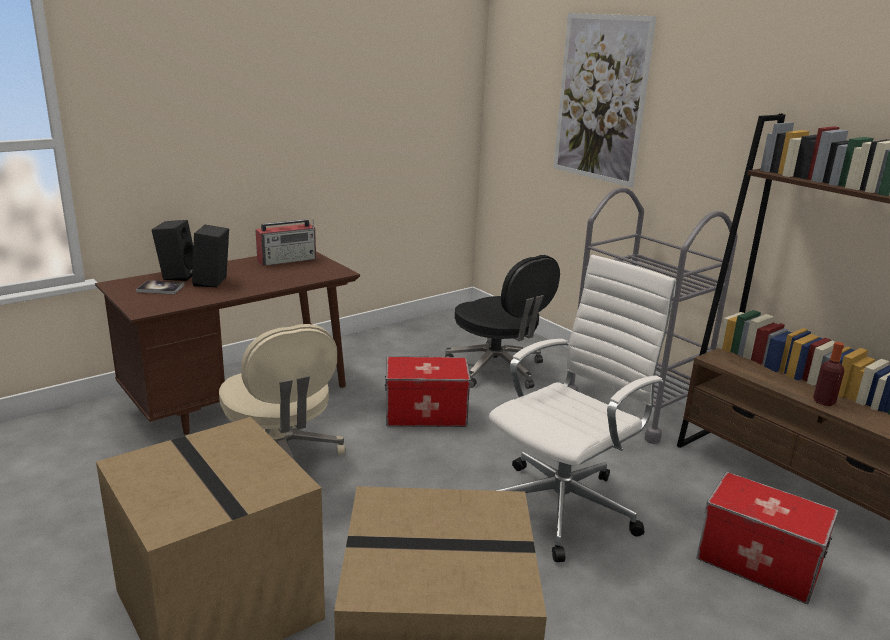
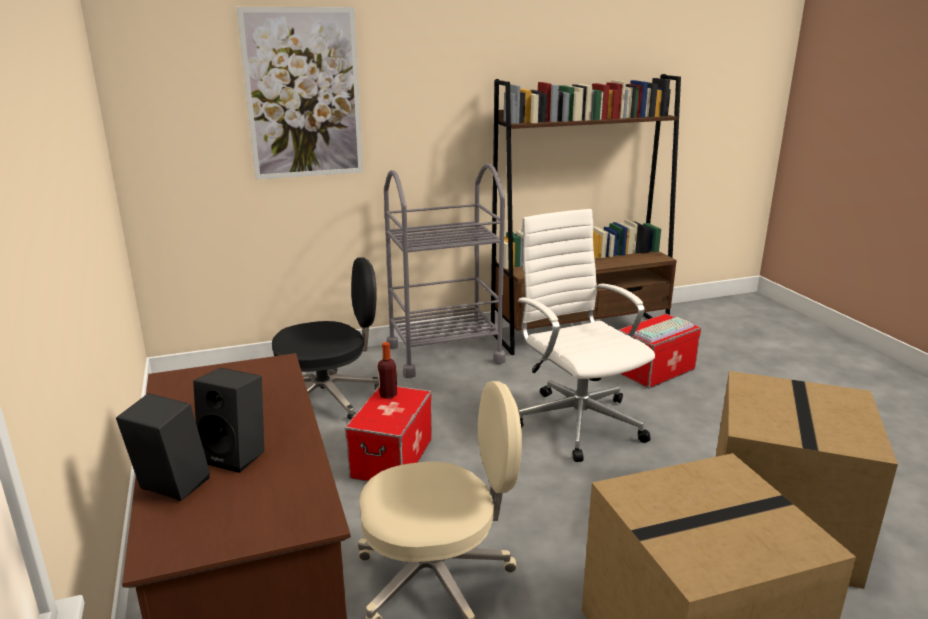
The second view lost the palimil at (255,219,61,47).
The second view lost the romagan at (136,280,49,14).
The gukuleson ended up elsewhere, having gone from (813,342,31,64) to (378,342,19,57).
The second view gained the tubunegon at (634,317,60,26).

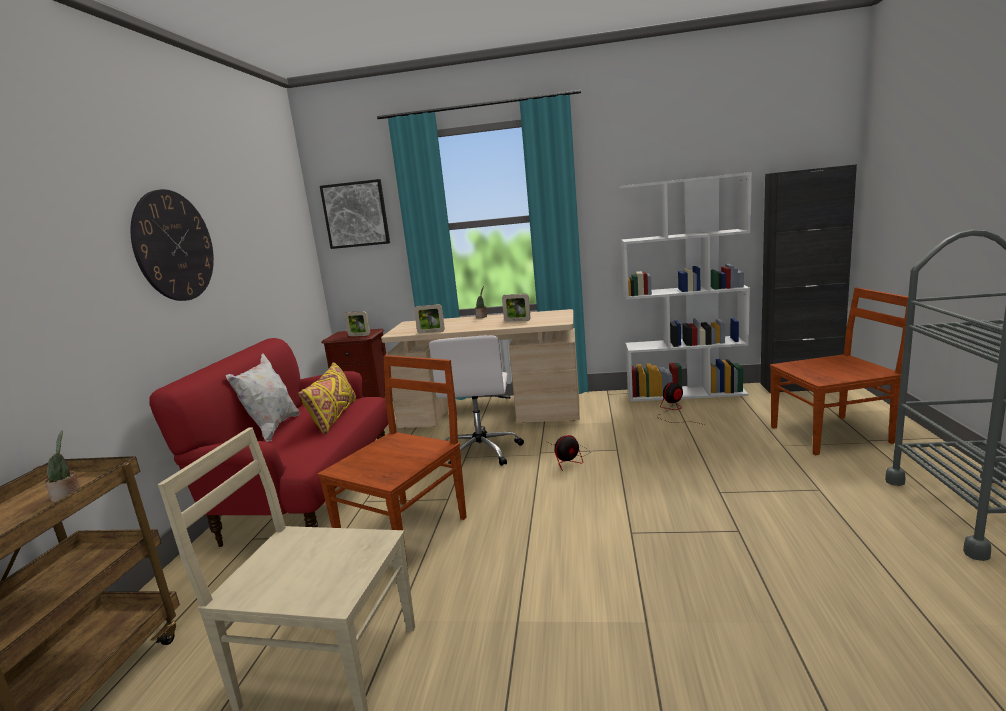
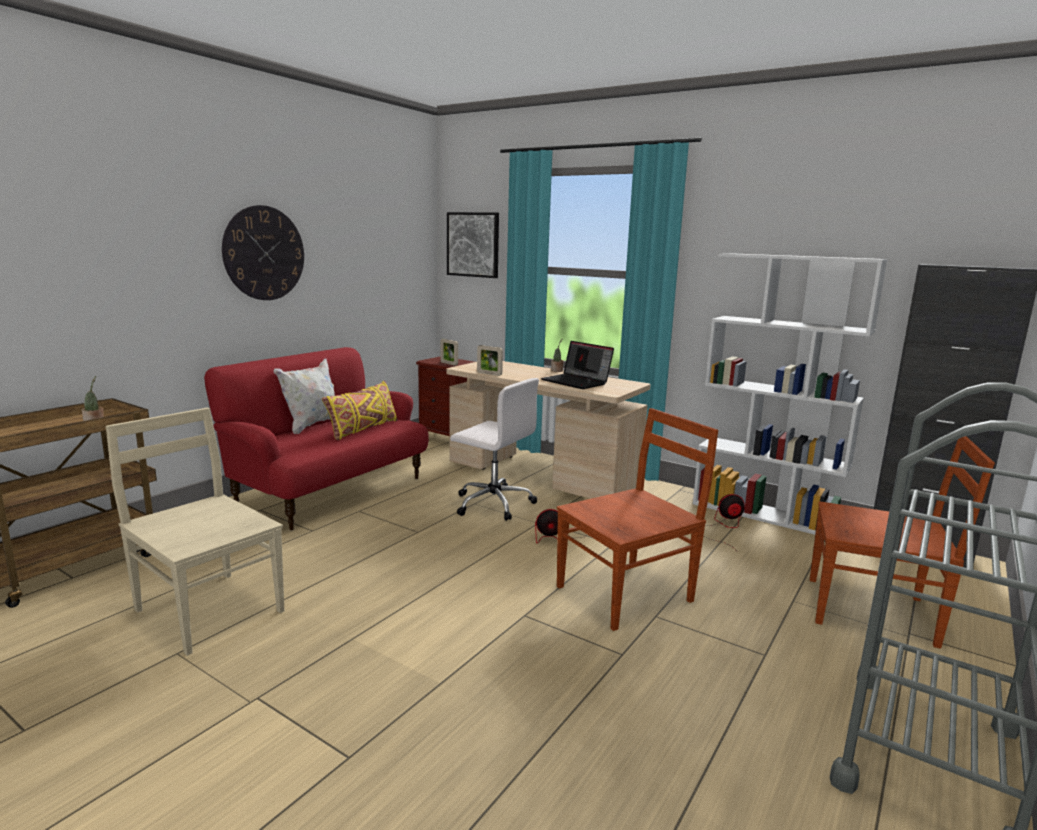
Where the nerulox stood at (502,294,29,28), the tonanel came to stand at (541,341,73,48).
The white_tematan at (429,335,95,131) ended up facing another way, 90 degrees counterclockwise from before.
The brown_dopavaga ended up elsewhere, having gone from (318,355,149,212) to (557,408,161,223).

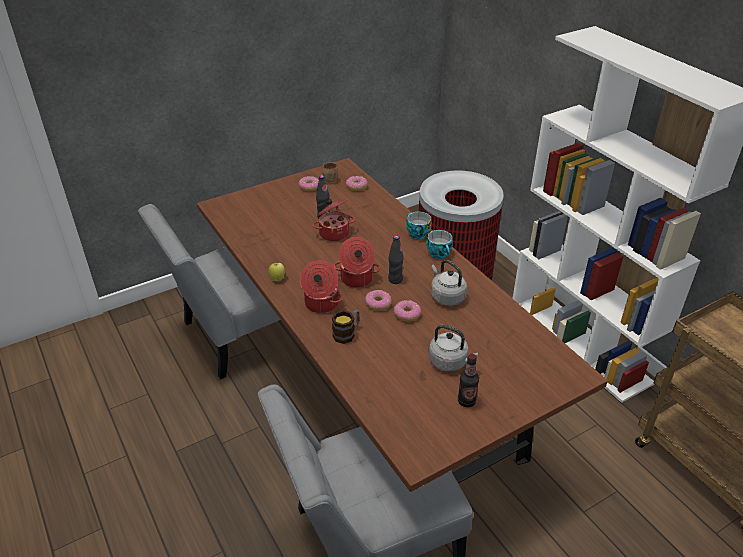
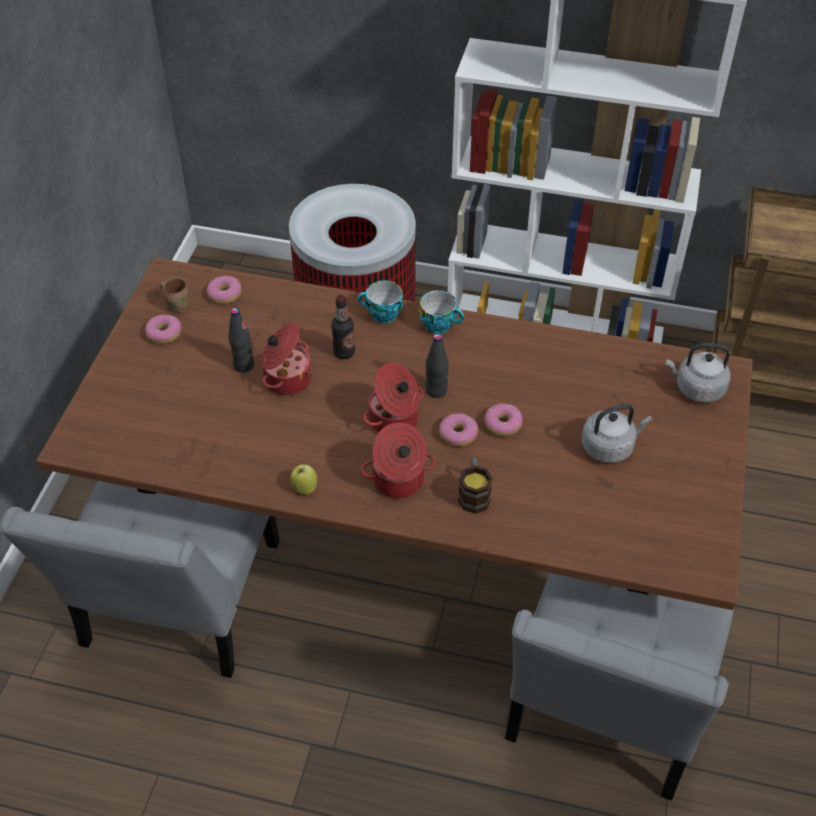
The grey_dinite ended up elsewhere, having gone from (431,260,36,46) to (665,343,66,60).
The gukuleson ended up elsewhere, having gone from (458,354,21,53) to (331,295,24,64).

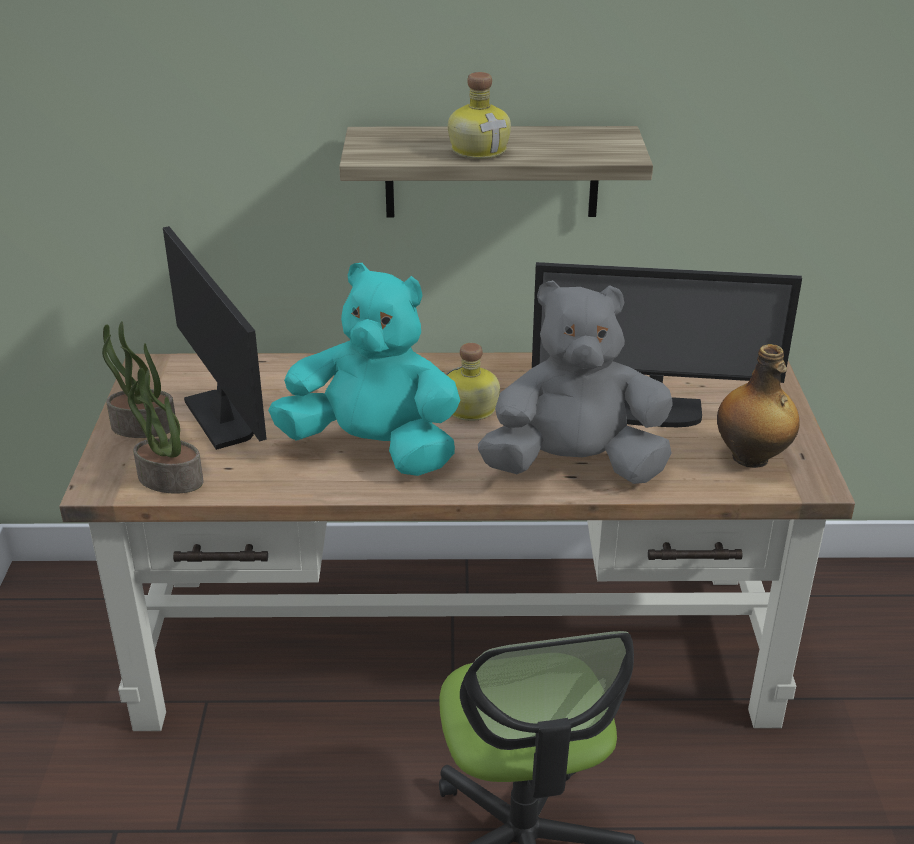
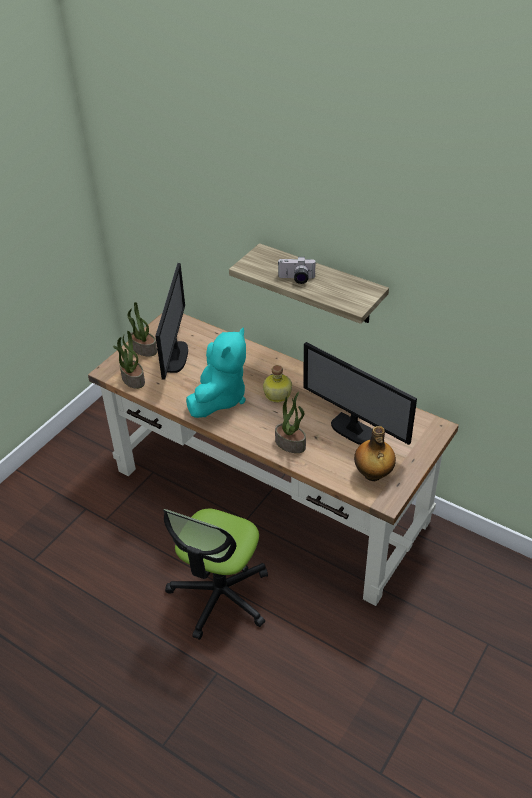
Where the gukuleson stood at (448,72,63,87), the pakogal came to stand at (277,257,39,27).
The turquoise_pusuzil at (268,263,192,213) ended up facing another way, 60 degrees clockwise from before.
Where the grey_pusuzil stood at (478,280,195,204), the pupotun came to stand at (275,392,31,61).

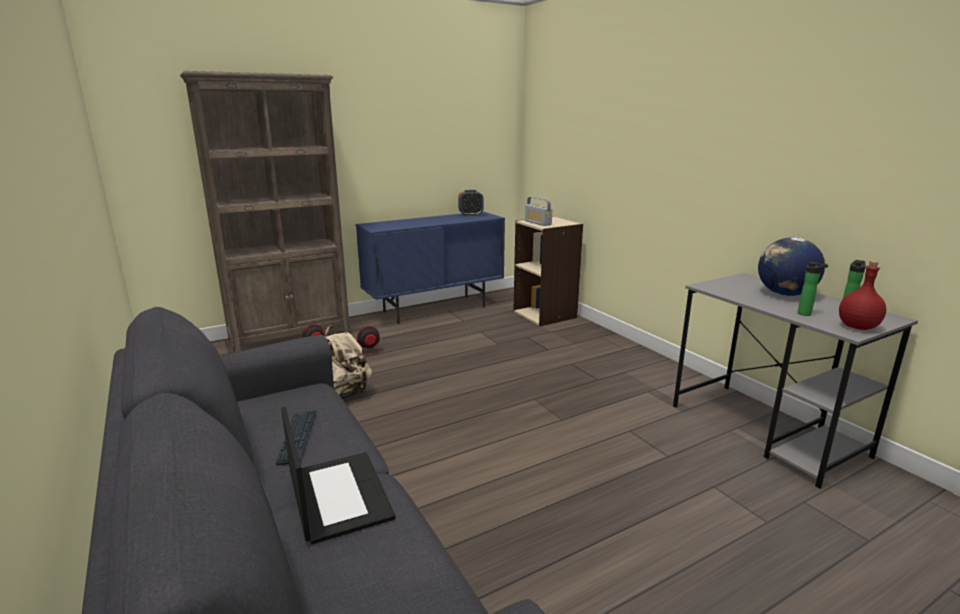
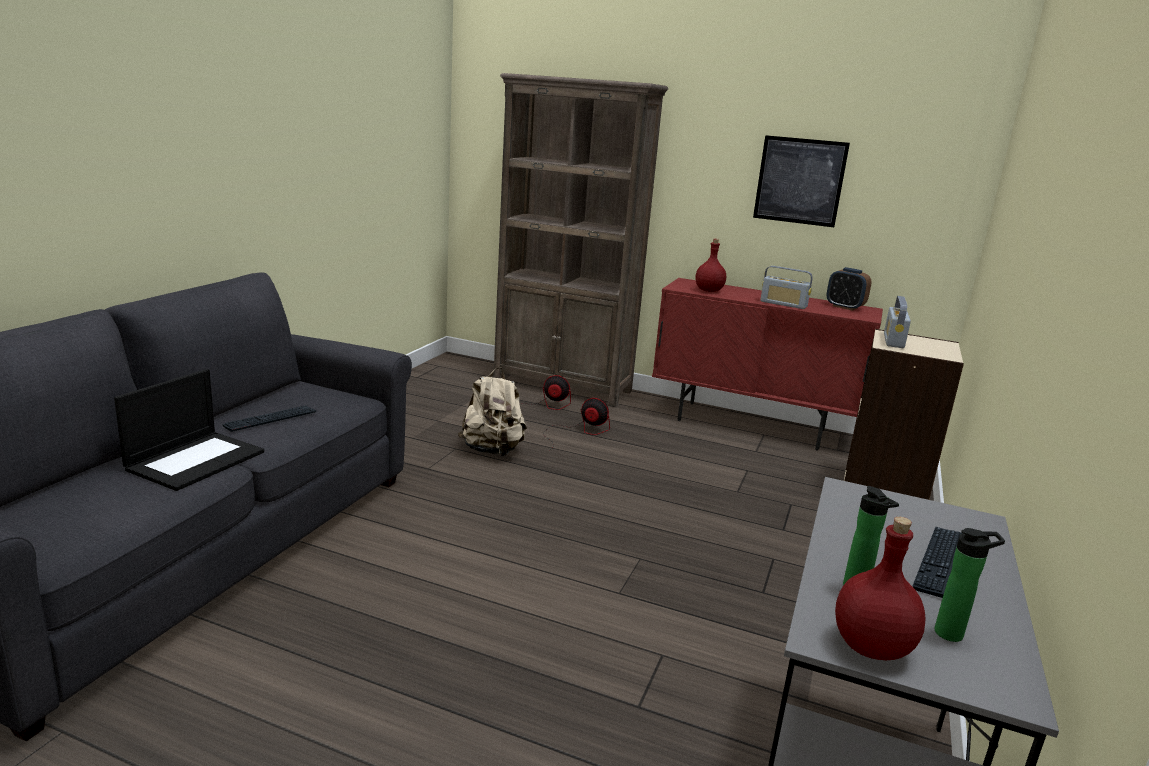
What was the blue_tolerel at (356,211,149,113) turned into the red_tolerel at (652,278,231,173).
Where the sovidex stood at (758,237,67,59), the tubunegon came to stand at (913,527,49,71).
The second view gained the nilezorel at (753,135,97,92).
The second view gained the red_gukuleson at (695,239,31,53).
The second view gained the palimil at (760,266,53,43).

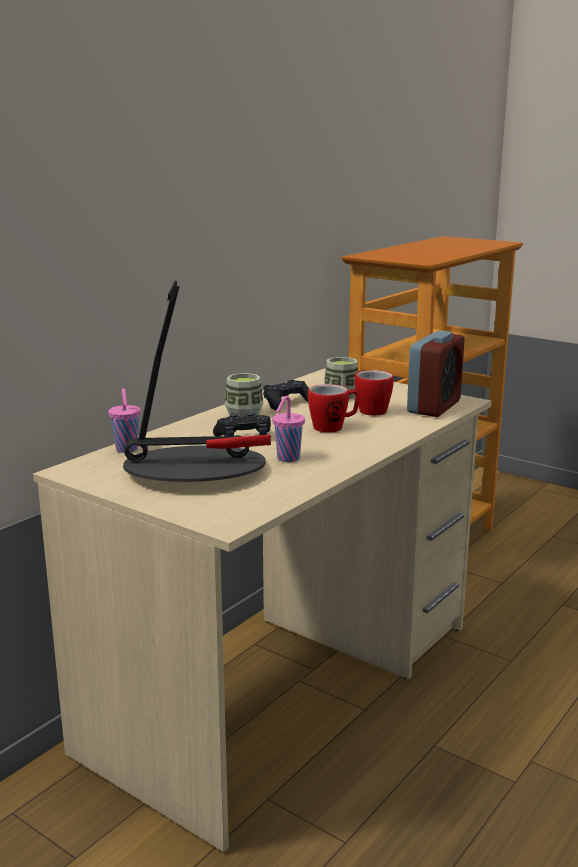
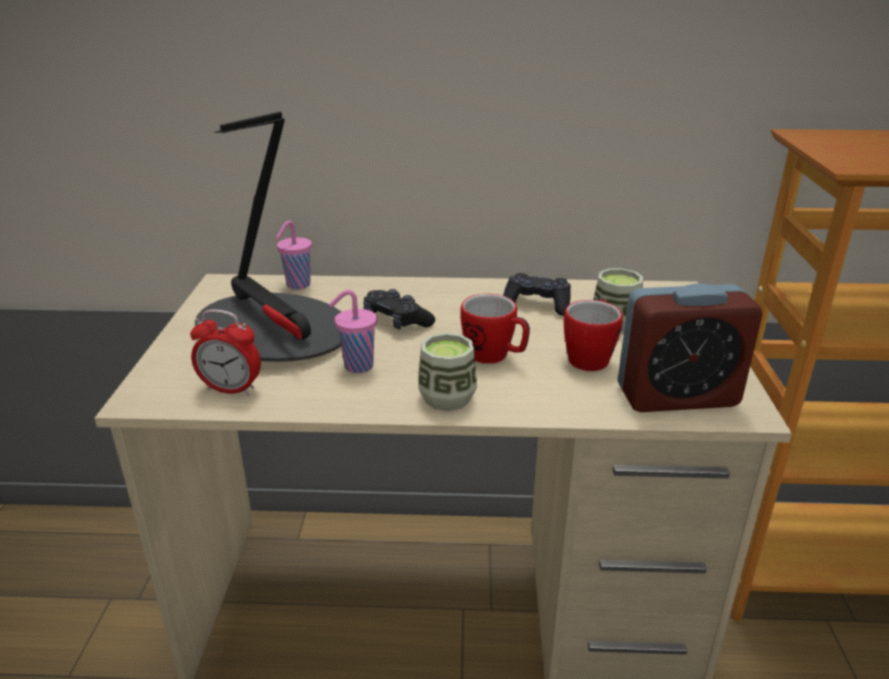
The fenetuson ended up elsewhere, having gone from (225,373,38,44) to (418,333,59,78).
The second view gained the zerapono at (190,309,71,86).

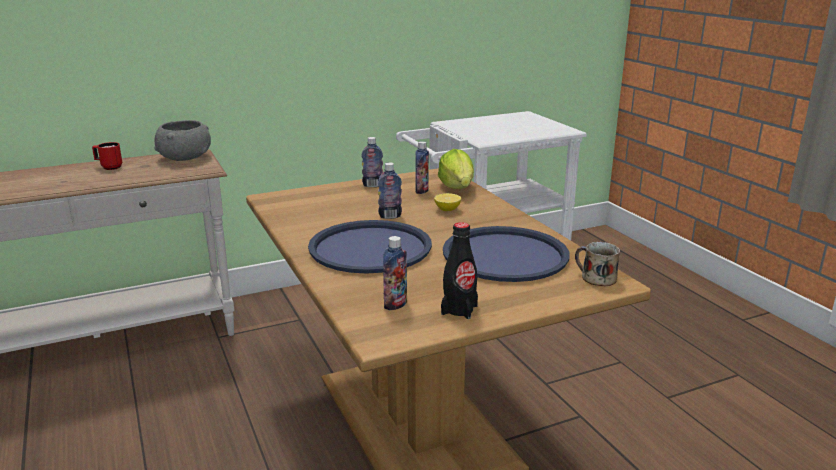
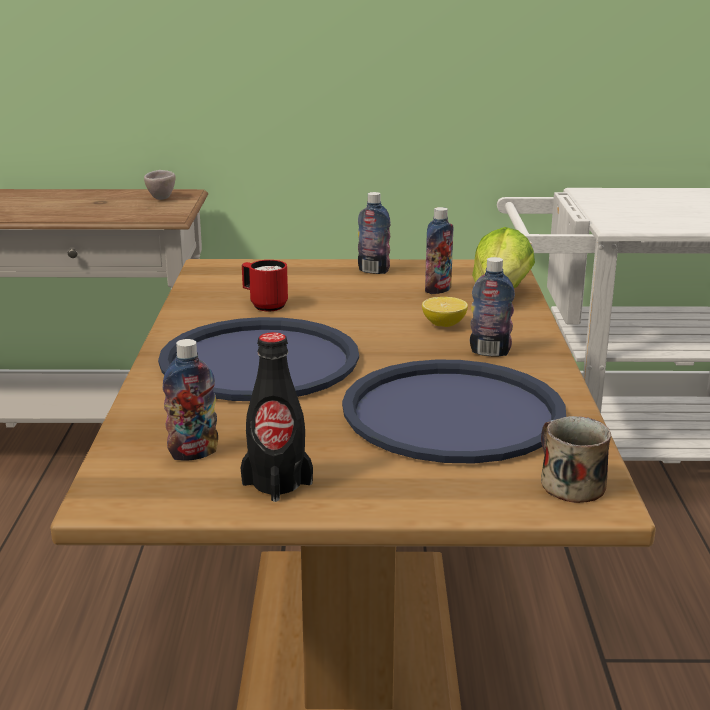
Where the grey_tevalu stood at (154,120,57,41), the beige_fenetuson came to stand at (144,170,31,30).
The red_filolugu ended up elsewhere, having gone from (92,142,30,28) to (242,260,46,51).
The gukuleson ended up elsewhere, having gone from (378,162,24,57) to (470,257,45,100).

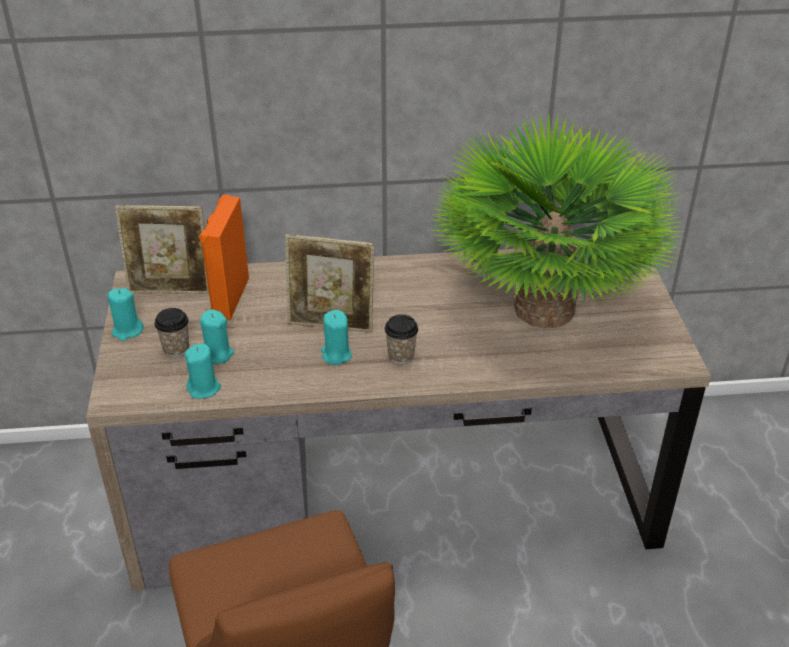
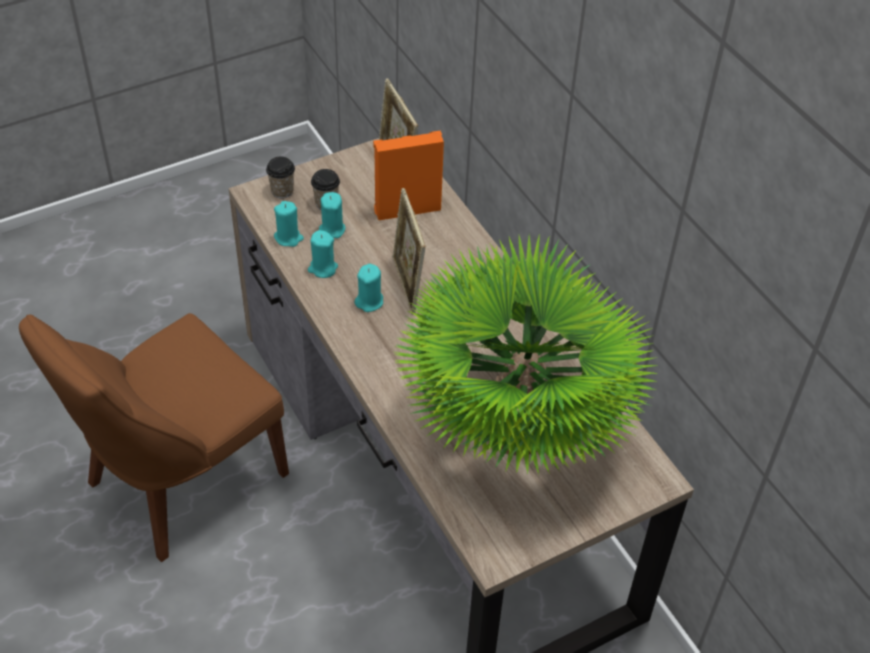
The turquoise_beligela ended up elsewhere, having gone from (108,288,36,53) to (308,230,30,48).
The fenetuson ended up elsewhere, having gone from (385,314,33,50) to (266,157,29,41).

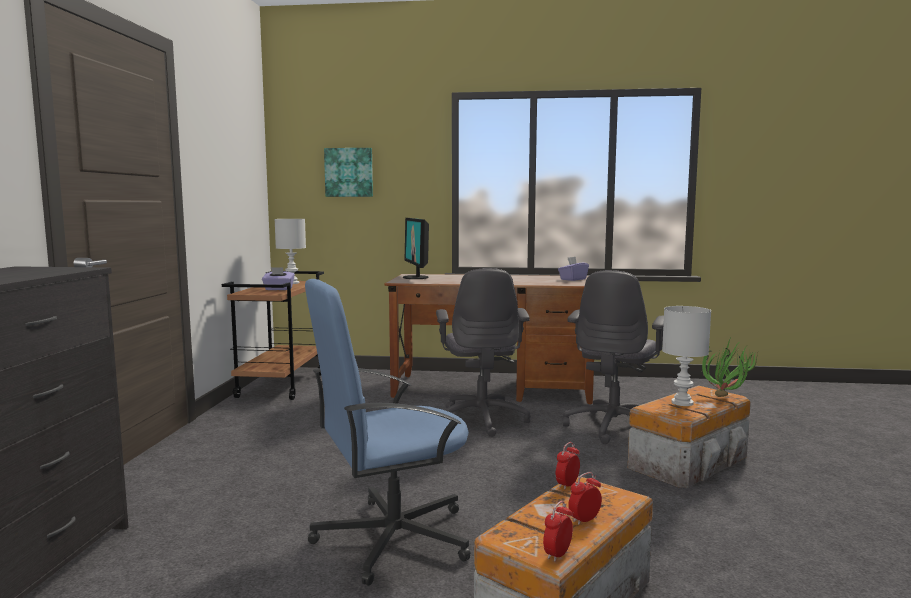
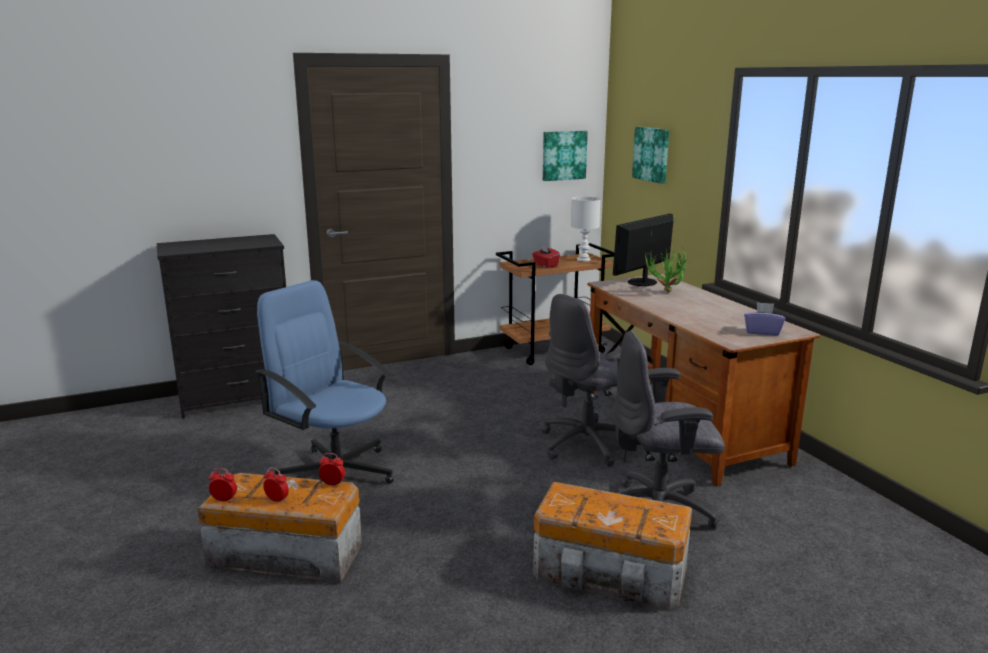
What was the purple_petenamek at (262,267,33,23) turned into the red_petenamek at (532,245,28,23).
The second view lost the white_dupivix at (662,306,49,100).
The pupotun ended up elsewhere, having gone from (702,339,57,58) to (645,245,46,47).
The second view gained the nilezorel at (543,131,45,50).

